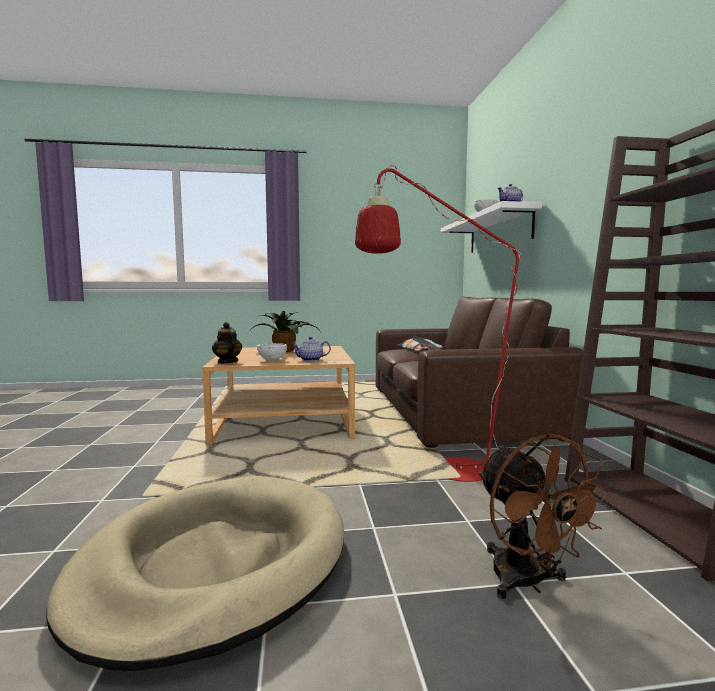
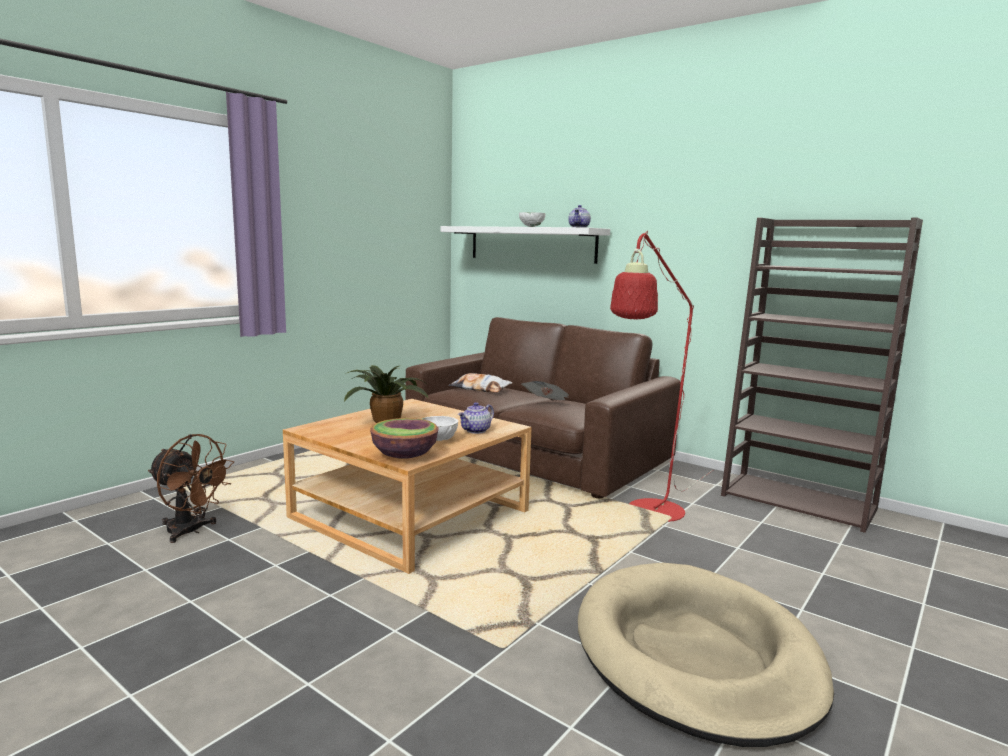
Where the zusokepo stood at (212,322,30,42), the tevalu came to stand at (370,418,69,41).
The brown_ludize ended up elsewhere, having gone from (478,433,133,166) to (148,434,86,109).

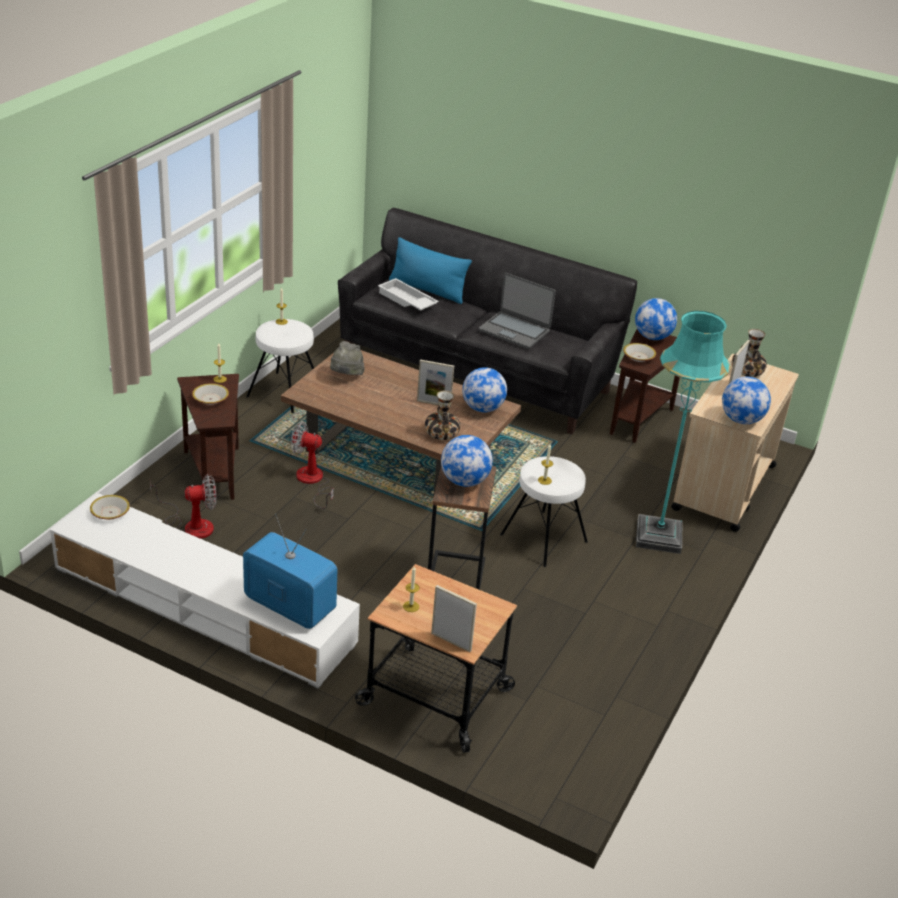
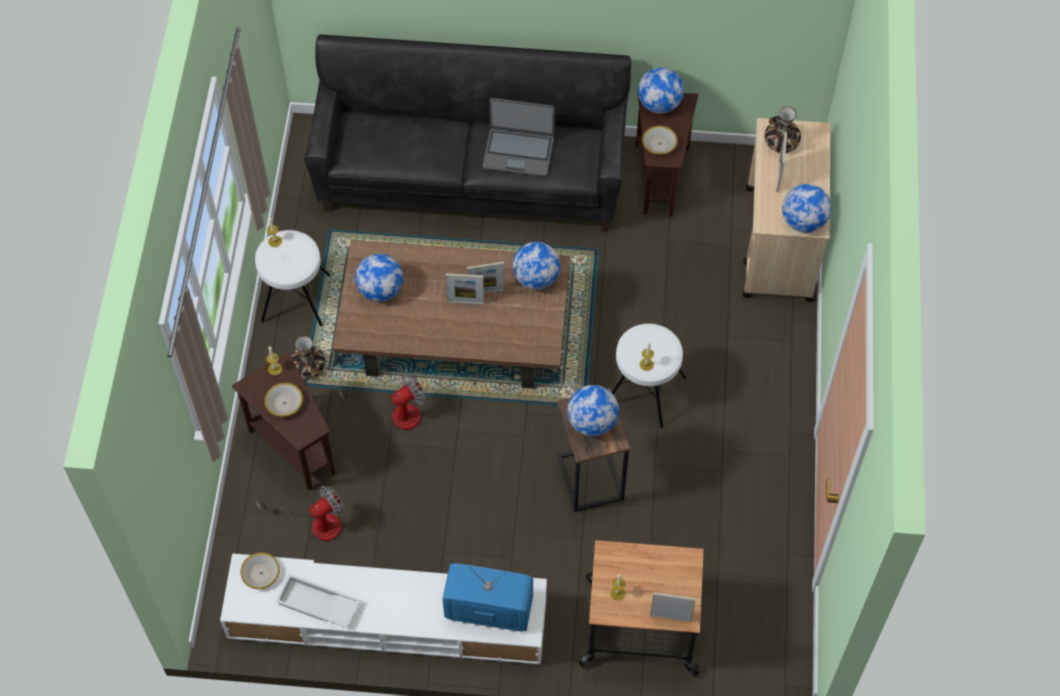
The second view lost the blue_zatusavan at (389,237,83,67).
The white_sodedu ended up elsewhere, having gone from (378,278,61,32) to (276,574,84,54).
The second view lost the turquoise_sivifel at (636,311,95,243).
Where the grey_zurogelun stood at (330,341,34,34), the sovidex came to stand at (355,254,48,48).
The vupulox ended up elsewhere, having gone from (425,391,35,49) to (291,336,35,43).
The ludize at (291,422,43,87) ended up facing another way, 150 degrees clockwise from before.
The second view gained the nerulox at (445,274,39,31).

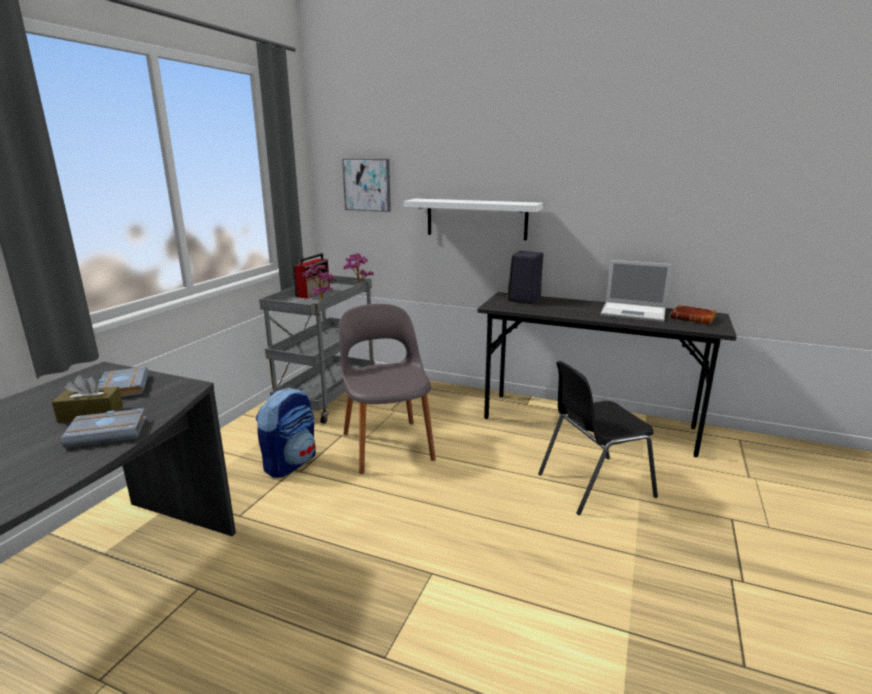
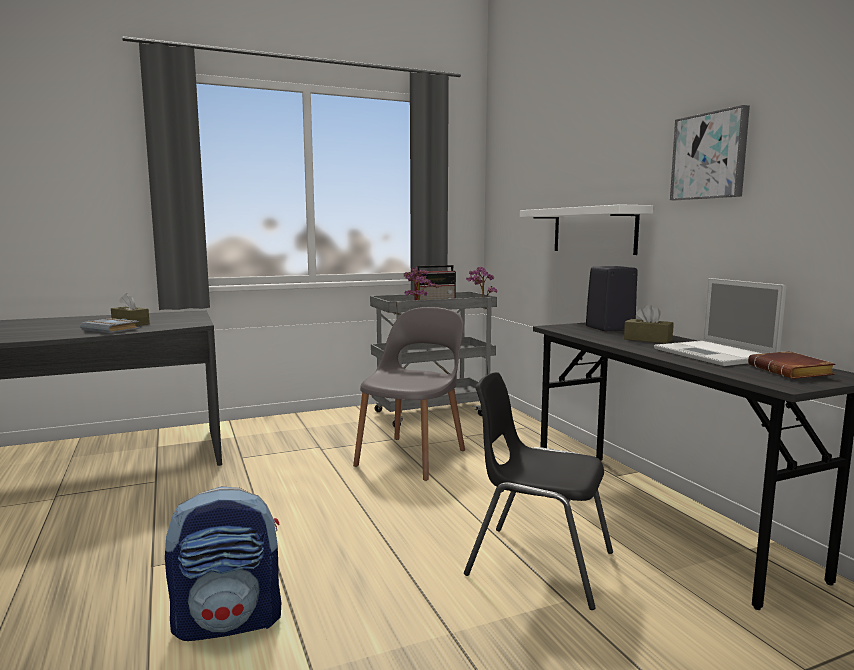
The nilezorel ended up elsewhere, having gone from (342,159,49,53) to (670,105,80,95).
The second view lost the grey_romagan at (98,367,51,30).
The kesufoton ended up elsewhere, having gone from (256,388,60,90) to (165,487,116,154).
The second view gained the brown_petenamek at (624,304,50,40).

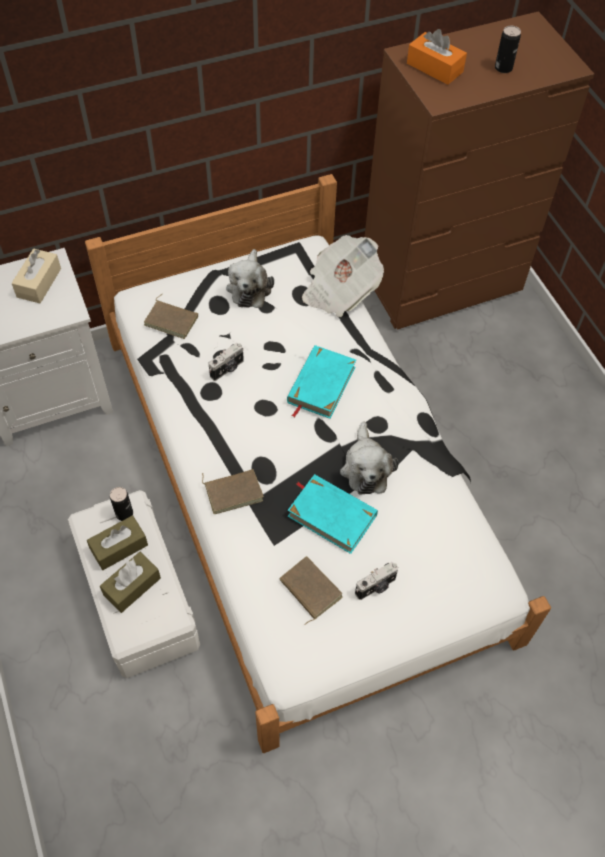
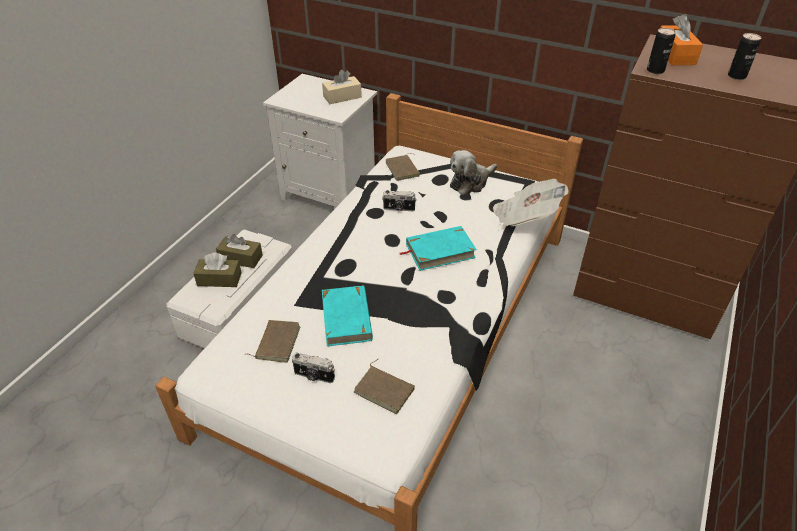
The second view lost the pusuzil at (340,422,58,73).
The brown_romagan ended up elsewhere, having gone from (202,469,62,45) to (354,359,61,55).
The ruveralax ended up elsewhere, having gone from (110,487,23,34) to (647,28,29,46).

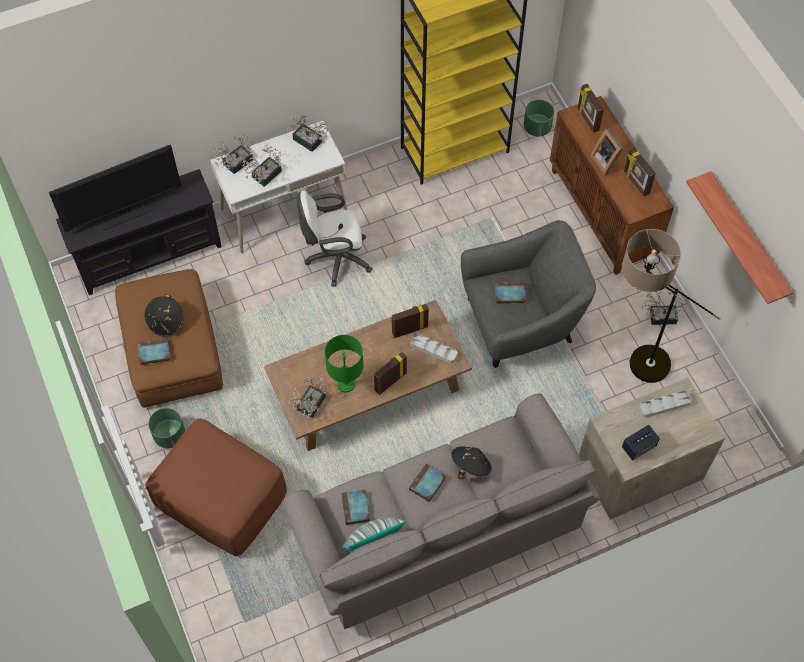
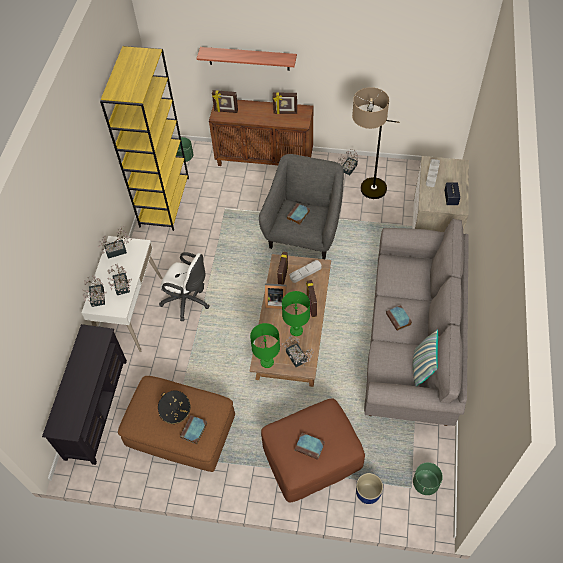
The nerulox ended up elsewhere, having gone from (590,128,34,48) to (265,283,21,27).
The second view lost the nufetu at (49,144,132,88).
The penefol ended up elsewhere, having gone from (686,171,108,133) to (196,47,101,24).
The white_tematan at (297,191,75,96) ended up facing another way, 90 degrees counterclockwise from before.
The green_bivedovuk ended up elsewhere, having gone from (148,408,37,40) to (413,462,30,33).
The second view lost the black_zurogelun at (451,446,41,33).
The romagan ended up elsewhere, having gone from (341,490,29,35) to (295,433,30,27).
The second view gained the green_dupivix at (250,323,30,45).
The second view gained the blue_bivedovuk at (356,473,27,31).

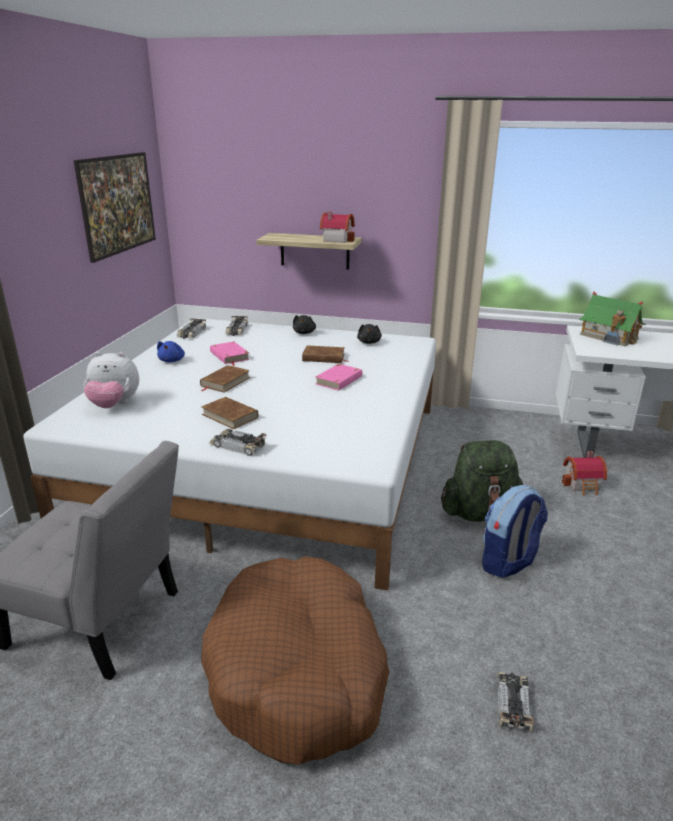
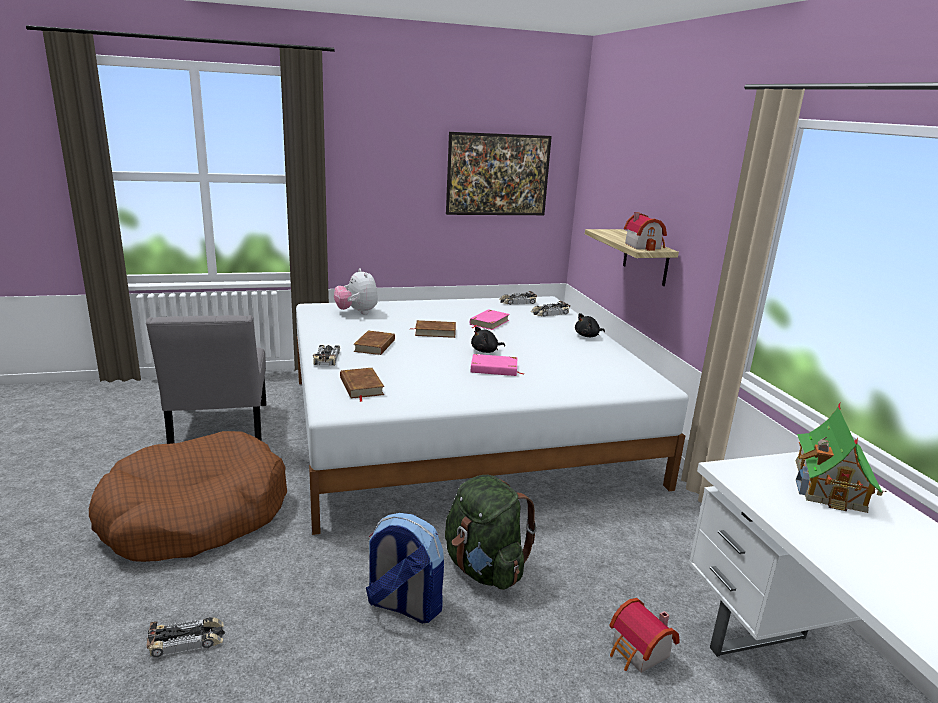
The black_pusuzil ended up elsewhere, having gone from (357,324,25,20) to (471,326,34,27).
The second view lost the blue_pusuzil at (157,341,28,21).
The brown_romagan ended up elsewhere, having gone from (302,345,47,18) to (340,368,44,34).

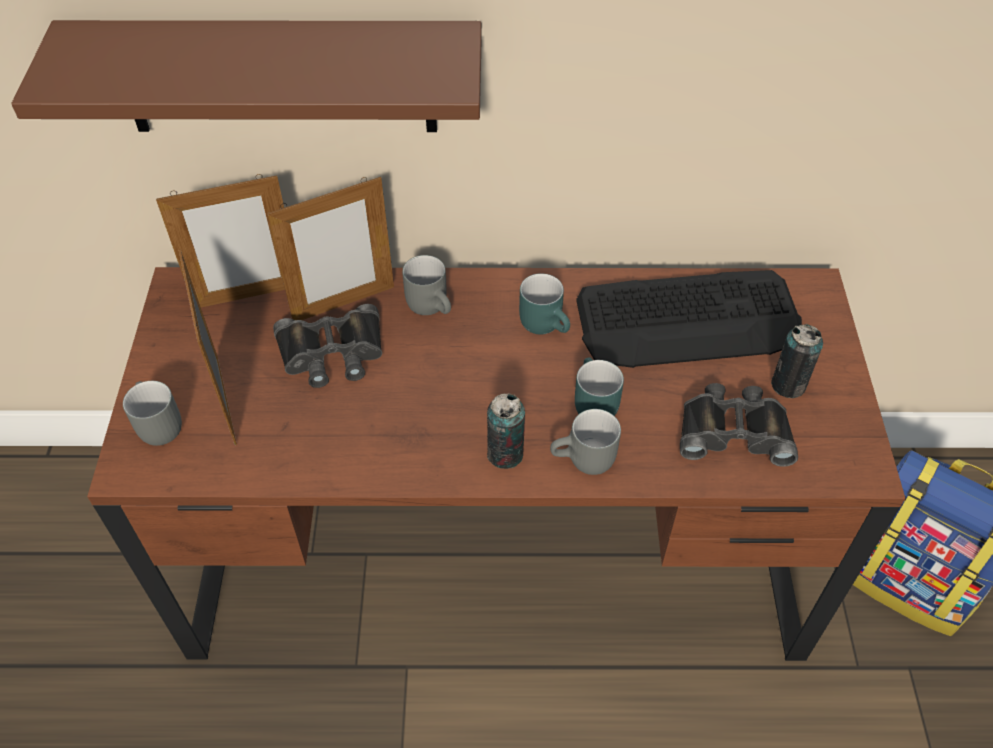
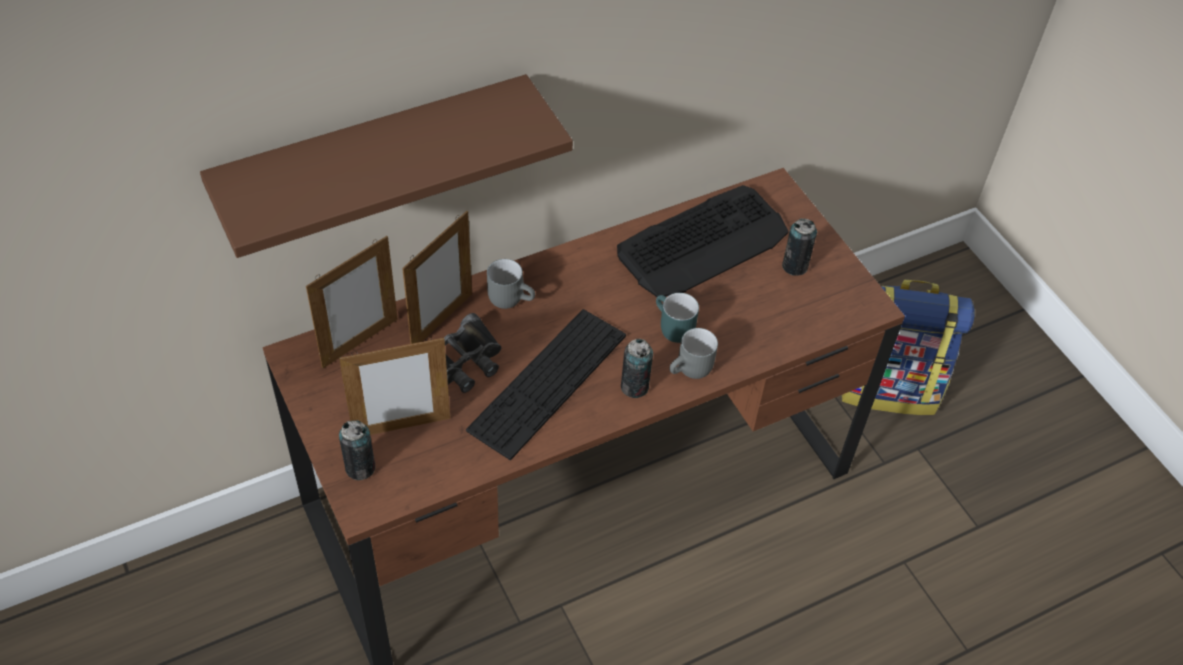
The nerulox at (179,250,58,195) ended up facing another way, 60 degrees counterclockwise from before.
The second view lost the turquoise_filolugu at (519,273,51,62).
Where the grey_filolugu stood at (123,381,59,65), the ruveralax came to stand at (339,420,36,60).
The second view lost the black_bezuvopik at (680,383,118,84).
The second view gained the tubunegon at (466,309,160,151).

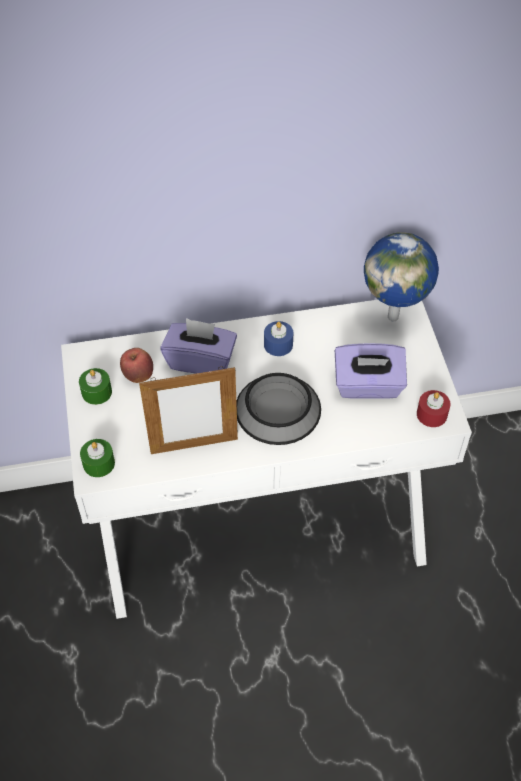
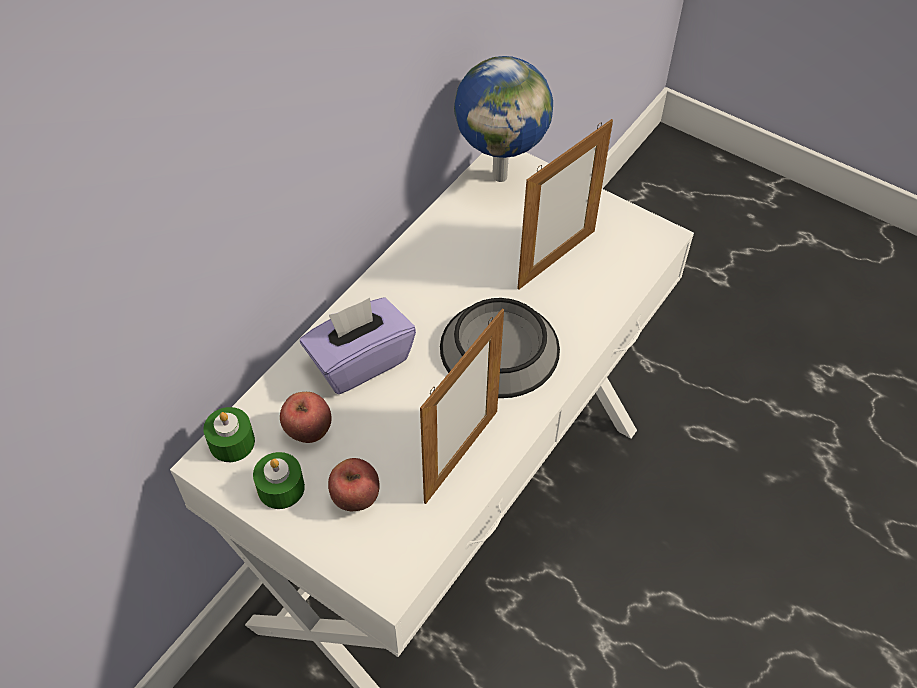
The second view lost the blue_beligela at (264,321,30,35).
Where the purple_petenamek stood at (335,343,72,56), the nerulox came to stand at (517,119,96,171).
The second view lost the red_beligela at (417,390,34,37).
The green_beligela ended up elsewhere, having gone from (80,439,35,38) to (203,407,52,55).
The second view gained the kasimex at (328,458,52,53).

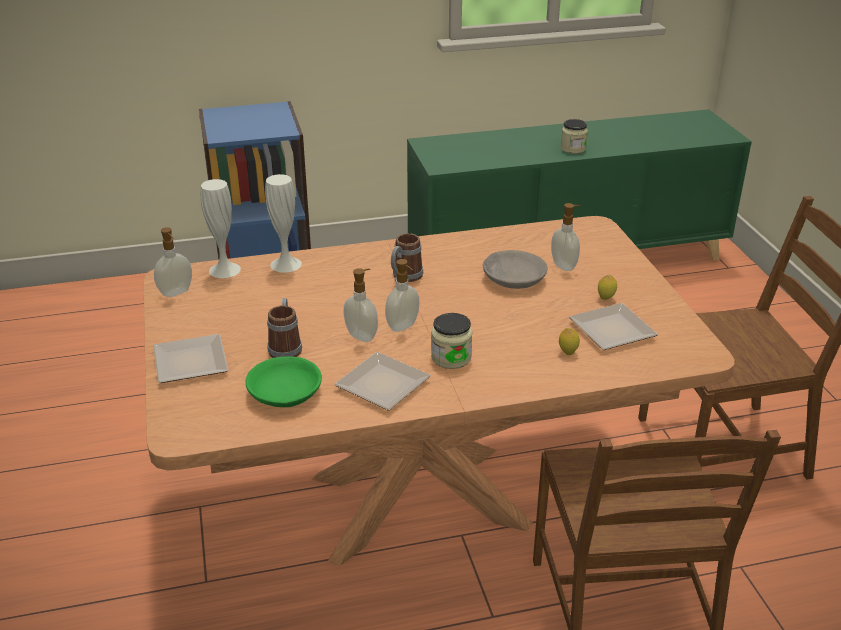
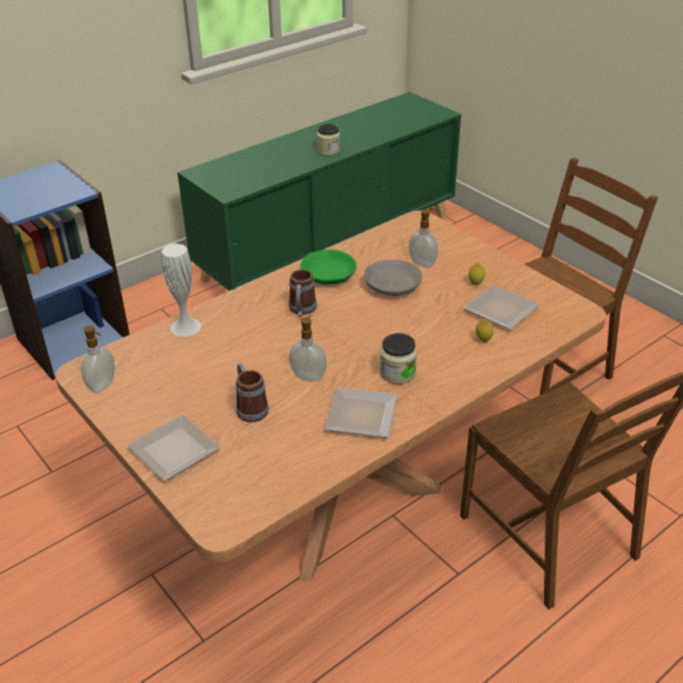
The second view lost the white_vupulox at (201,179,40,99).
The second view lost the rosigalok at (385,259,35,73).
The green_tevalu ended up elsewhere, having gone from (246,357,76,50) to (300,249,57,36).

